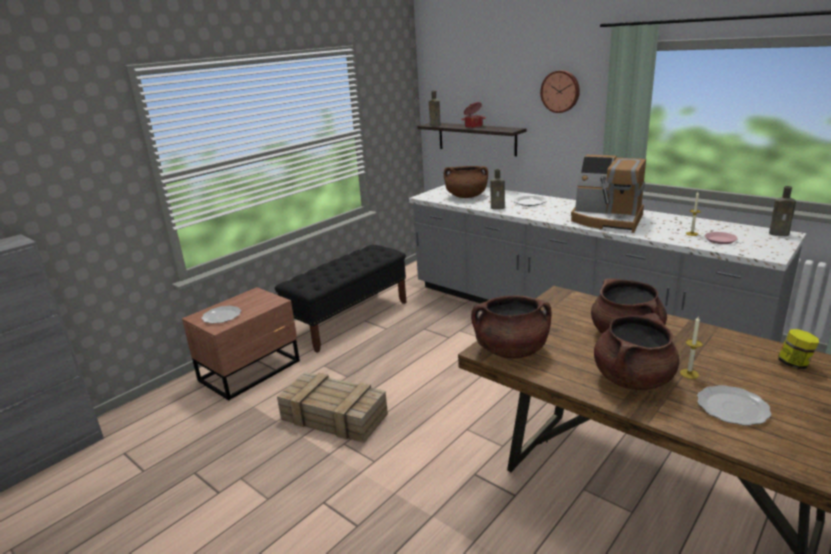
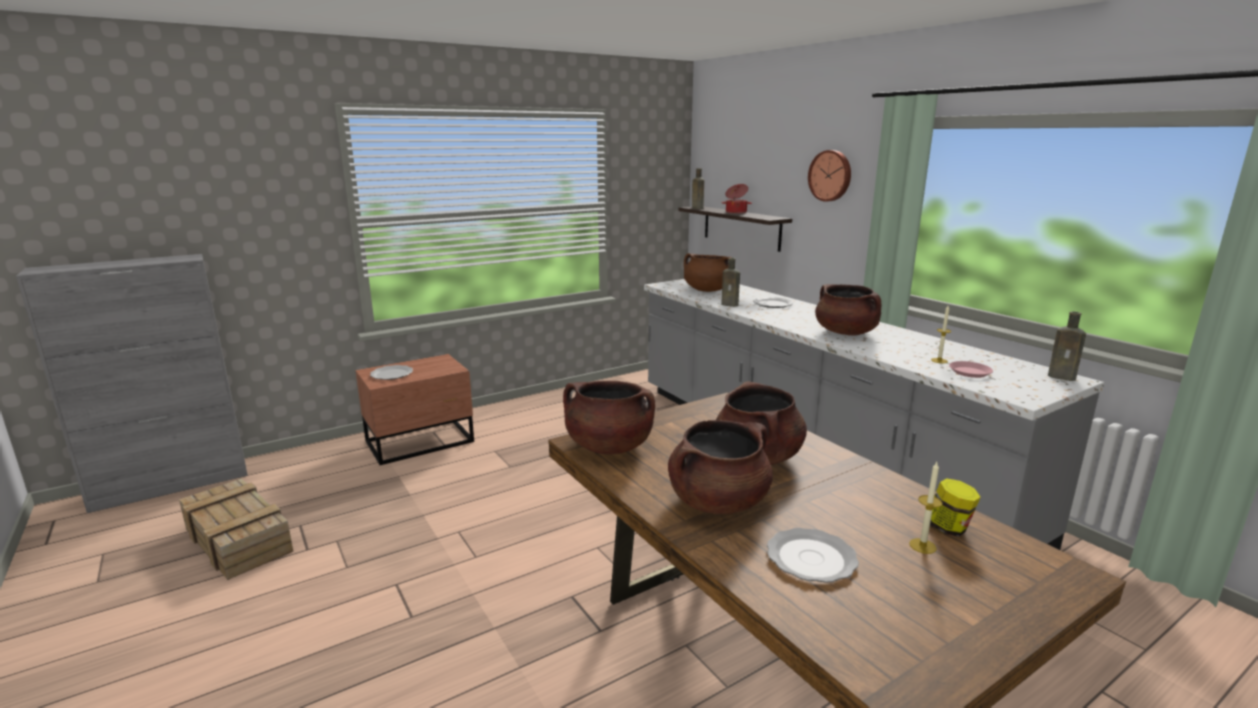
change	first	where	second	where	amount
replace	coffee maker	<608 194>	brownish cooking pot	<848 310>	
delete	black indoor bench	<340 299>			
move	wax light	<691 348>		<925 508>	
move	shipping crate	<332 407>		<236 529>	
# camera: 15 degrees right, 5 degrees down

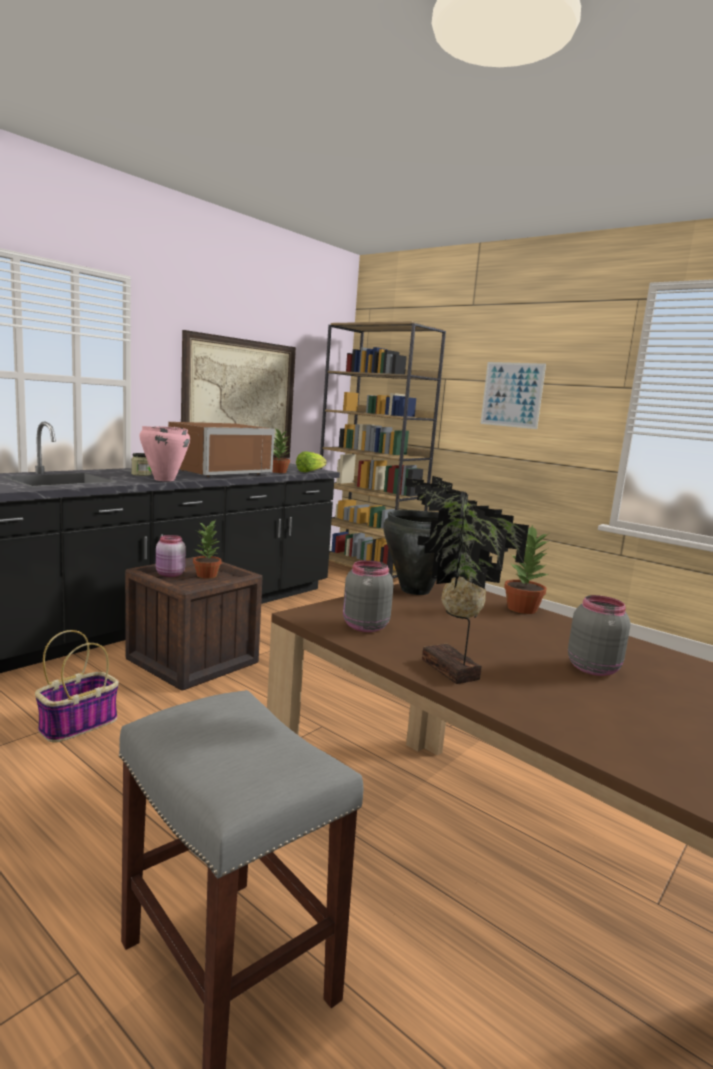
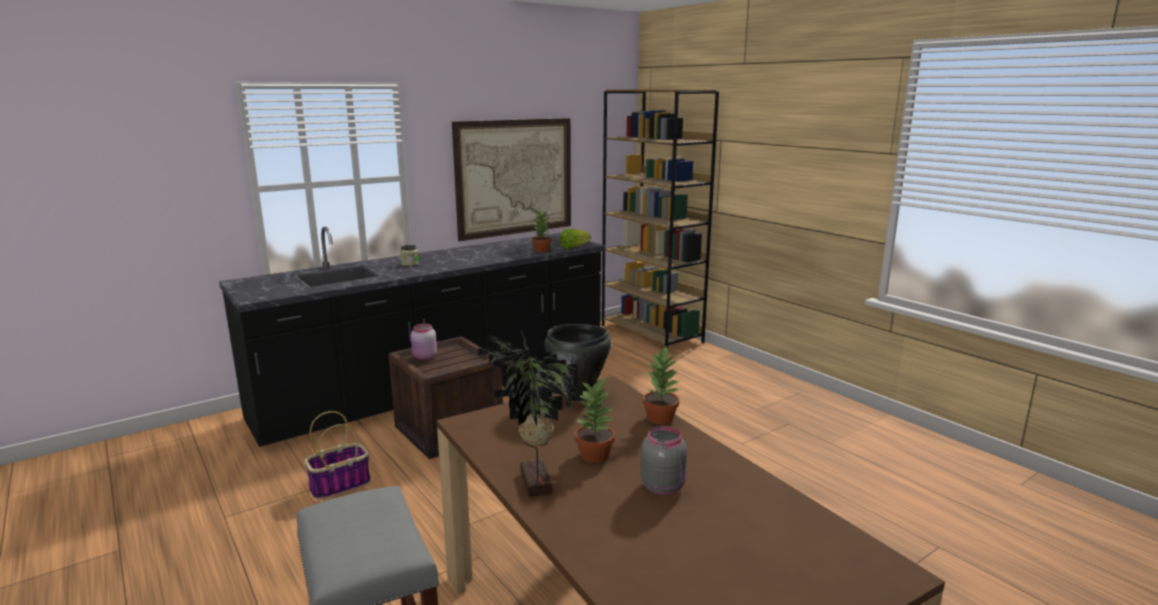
change	first	where	second	where	amount
delete	wall art	<513 395>			
delete	brownish microwave oven	<221 449>			
delete	pink-coloured cooking pot	<165 453>			
move	plant in a pot	<207 549>		<595 419>	
delete	gray preserve jar	<368 596>			
# camera: 15 degrees right, 5 degrees up

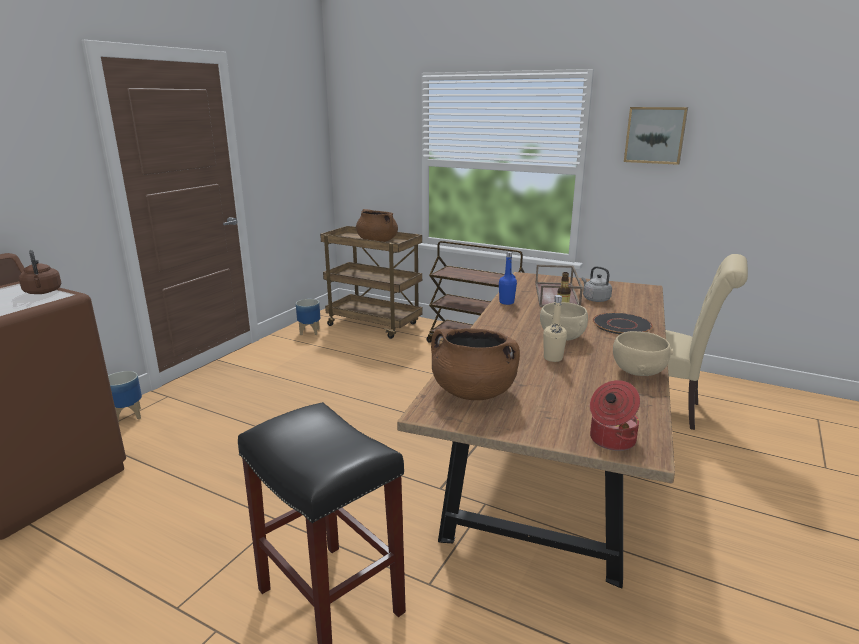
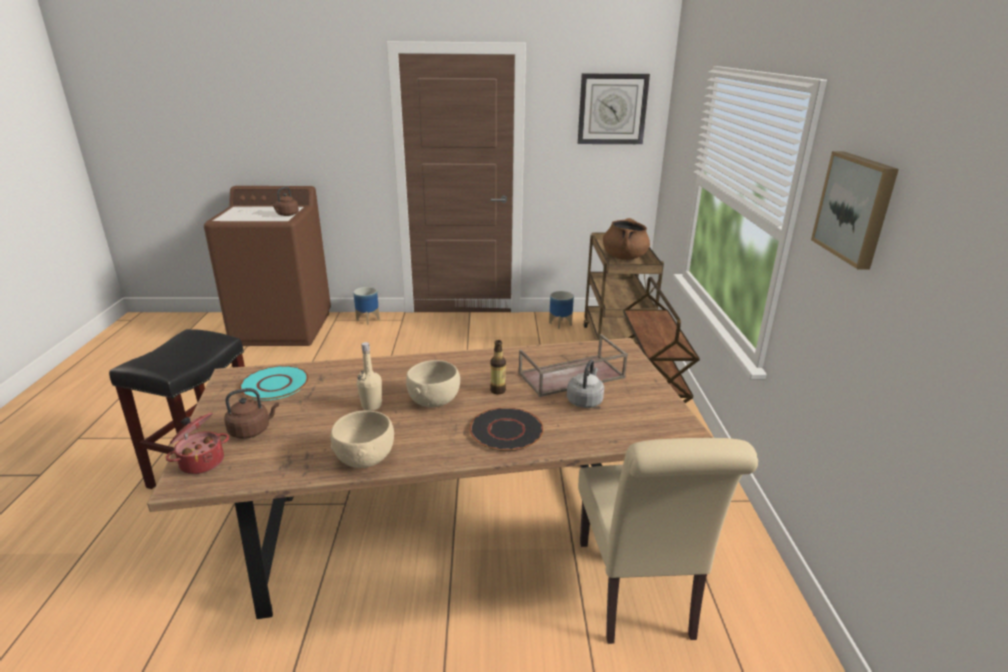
change	first	where	second	where	amount
delete	blue-coloured bottle	<508 278>			
replace	brownish cooking pot	<475 364>	blue-green dinner plate	<274 383>	
insert			wall clock	<614 108>	
insert			brownish kettle	<251 413>	
# camera: 60 degrees right, 5 degrees up

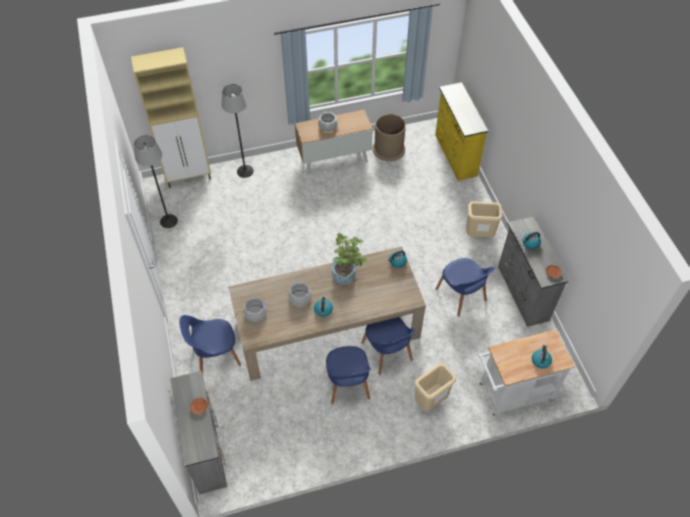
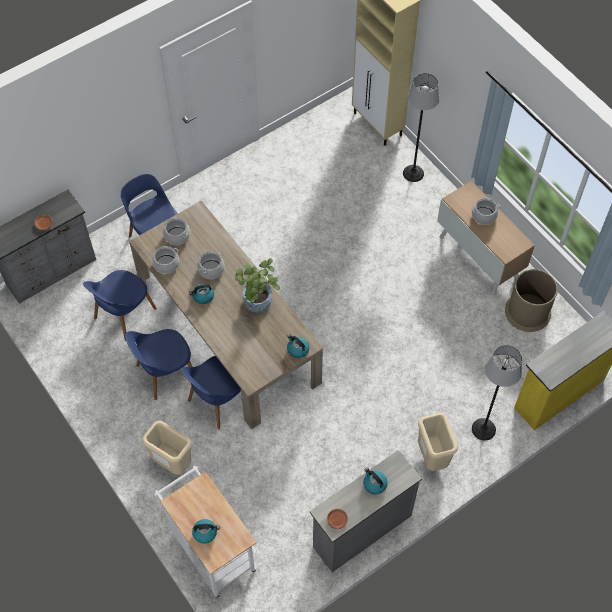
change	first	where	second	where	amount
move	standing lamp	<156 181>		<497 393>	
move	blue-coloured plain chair	<465 287>		<120 305>	
insert			cooking pot	<165 260>	
# camera: 70 degrees right, 5 degrees up

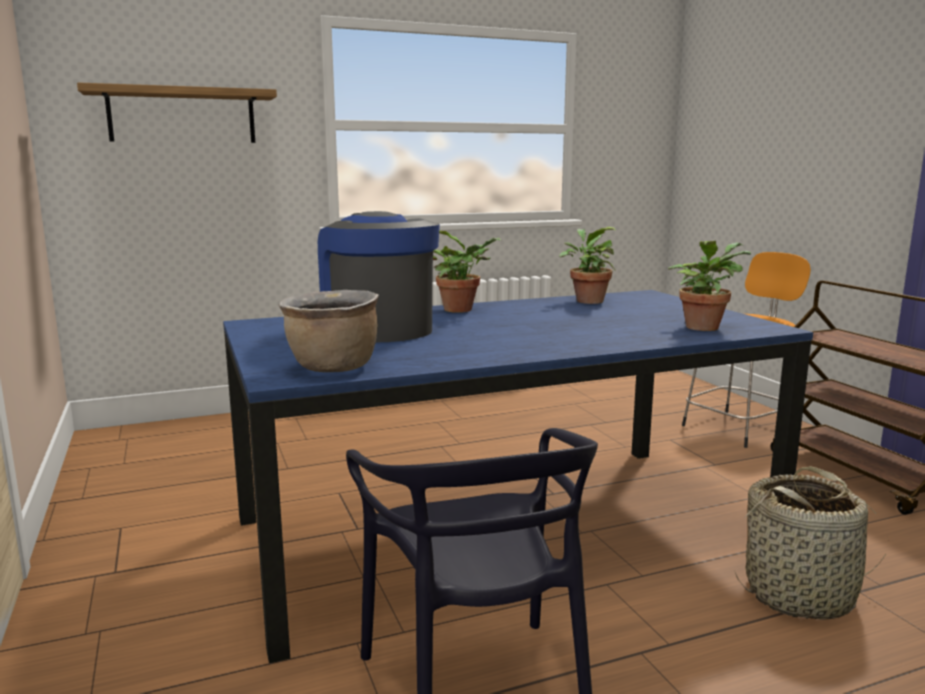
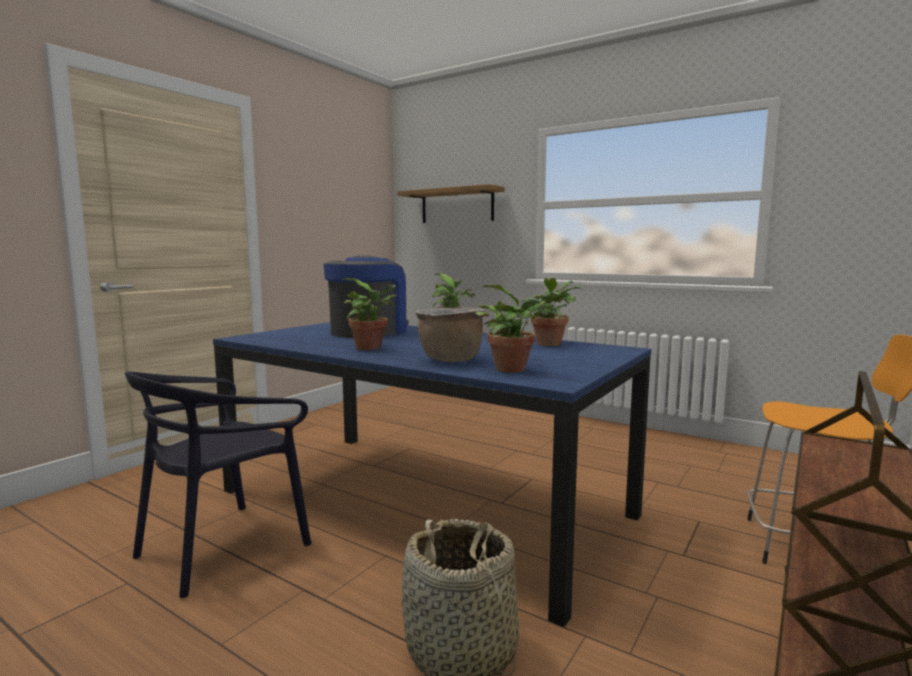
change	first	where	second	where	amount
move	brownish cooking pot	<329 331>		<450 334>	
insert			plant in a pot	<369 314>	
# camera: 55 degrees right, 5 degrees down

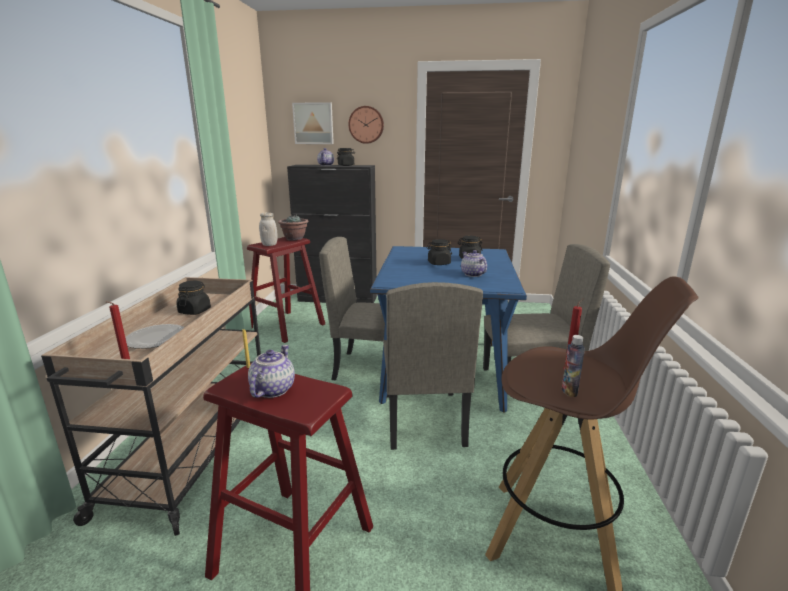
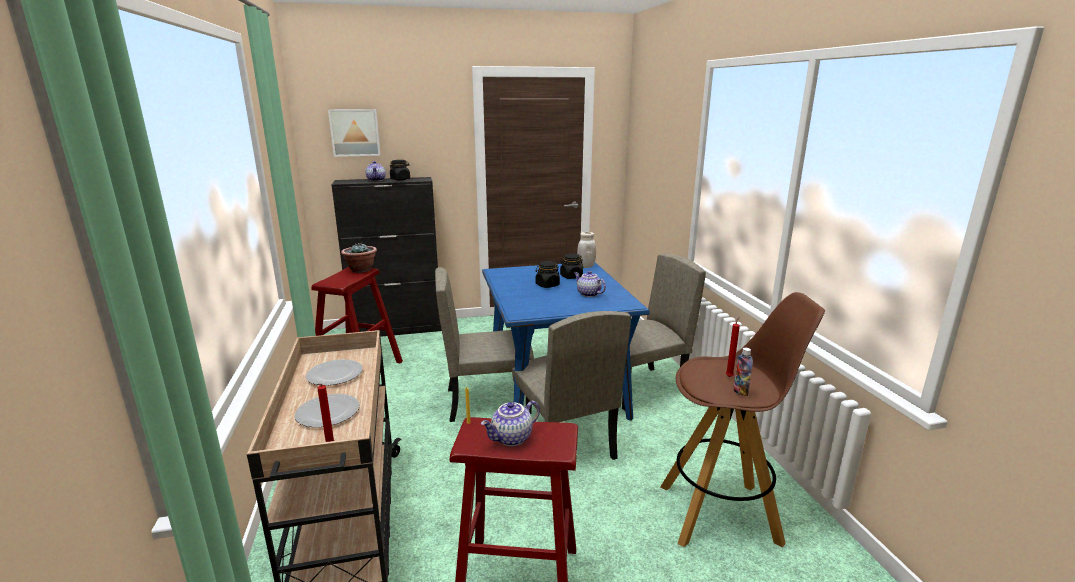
change	first	where	second	where	amount
delete	wall clock	<366 125>			
move	white-coloured preserve jar	<268 229>		<586 250>	
replace	black preserve jar	<193 298>	dinner plate	<334 372>	
rotate	tea pot	<271 371>		<510 423>	120 degrees counterclockwise
# camera: 20 degrees left, 0 degrees up

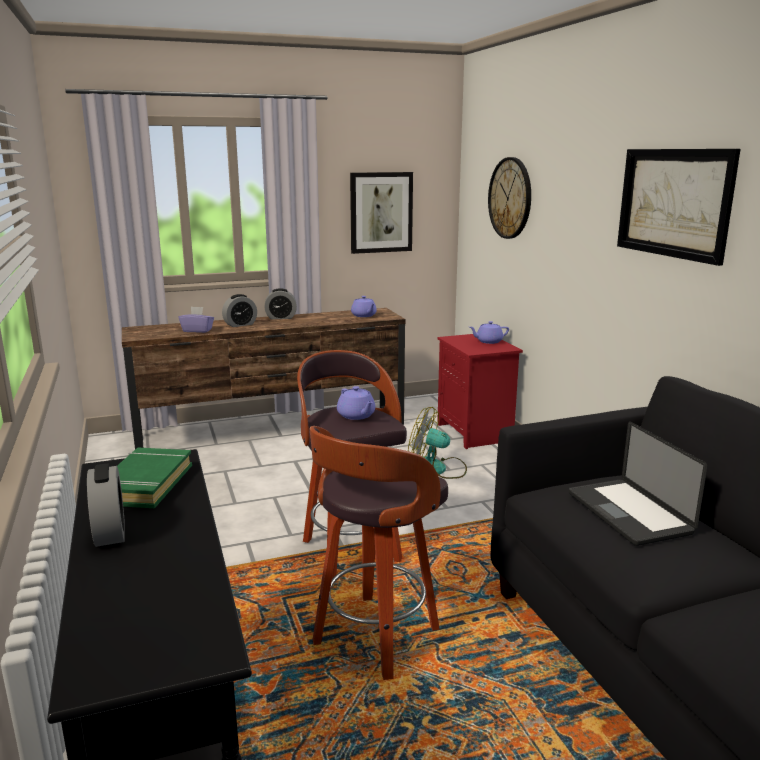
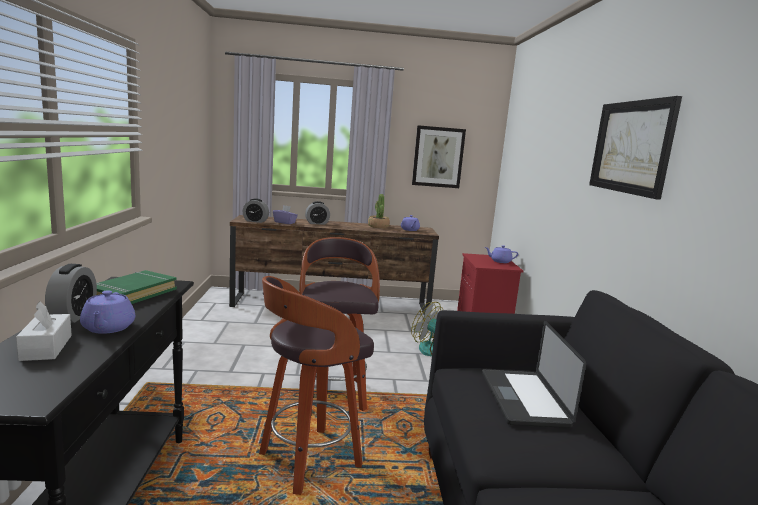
change	first	where	second	where	amount
delete	wall clock	<509 198>			
move	alarm clock	<280 303>		<256 211>	
move	purple tea pot	<356 403>		<107 312>	
insert			plant in a pot	<379 211>	
insert			white-coloured tissue holder	<44 331>	
# camera: 15 degrees right, 5 degrees down

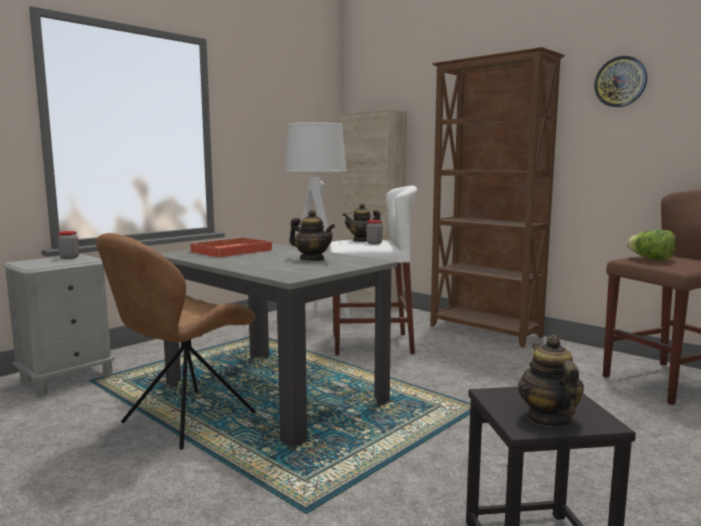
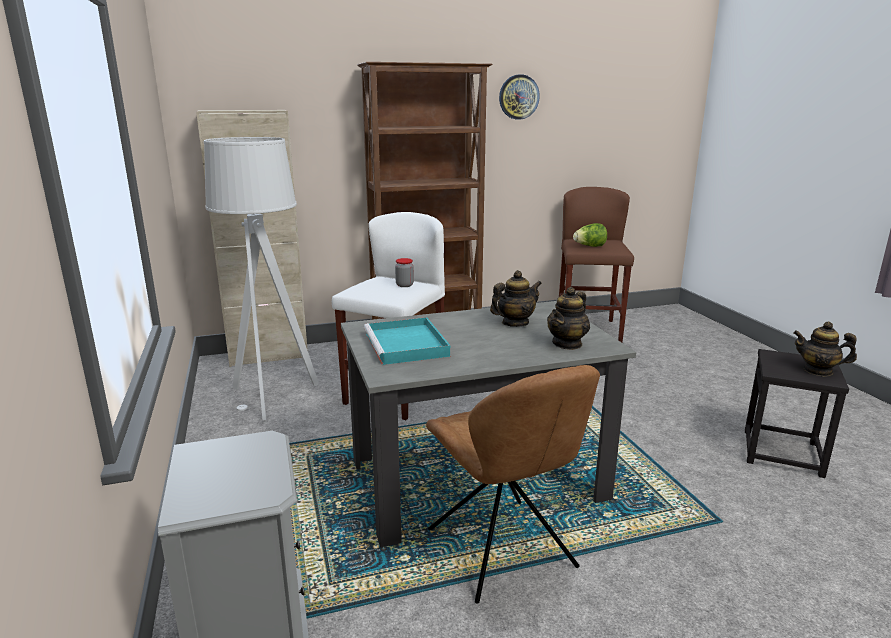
change	first	where	second	where	amount
move	tea pot	<363 222>		<568 318>	
delete	preserve jar	<68 245>			
recolor	red tray	<230 247>	blue-green tray	<407 341>	
# camera: 60 degrees left, 10 degrees up

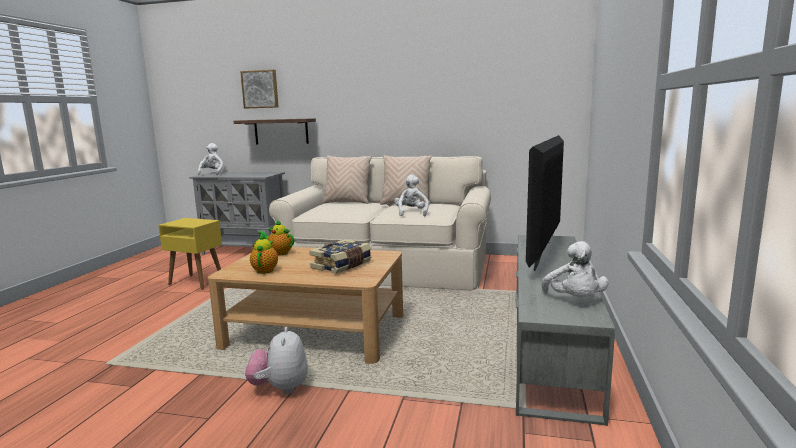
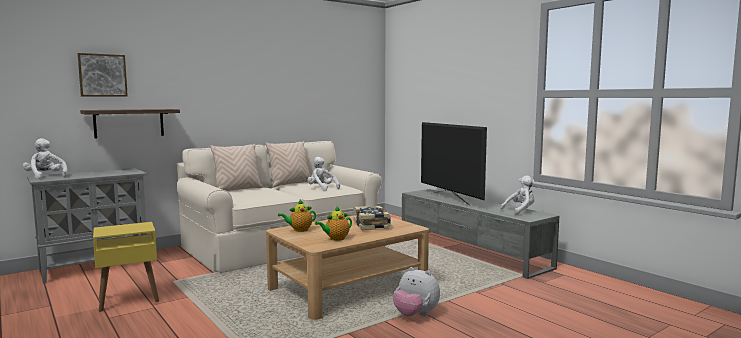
change	first	where	second	where	amount
rotate	tea pot	<264 254>		<333 223>	75 degrees counterclockwise
rotate	white-coloured plush toy	<575 269>		<518 195>	60 degrees counterclockwise
# camera: 50 degrees left, 5 degrees down

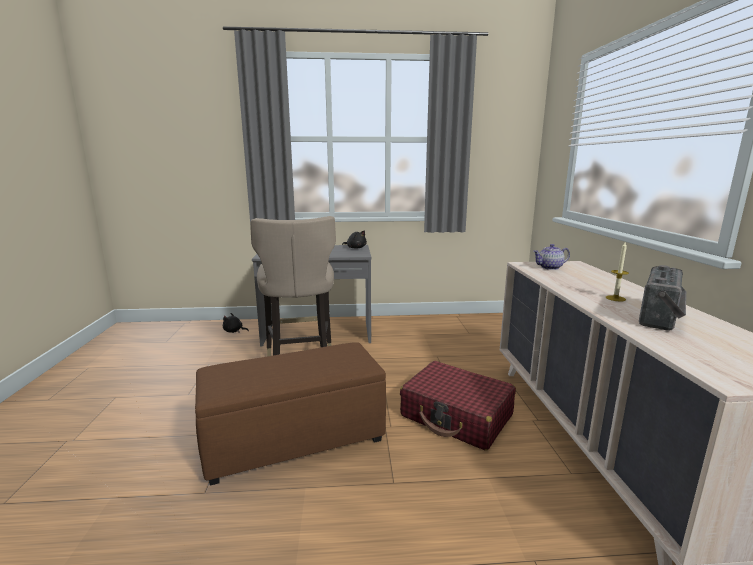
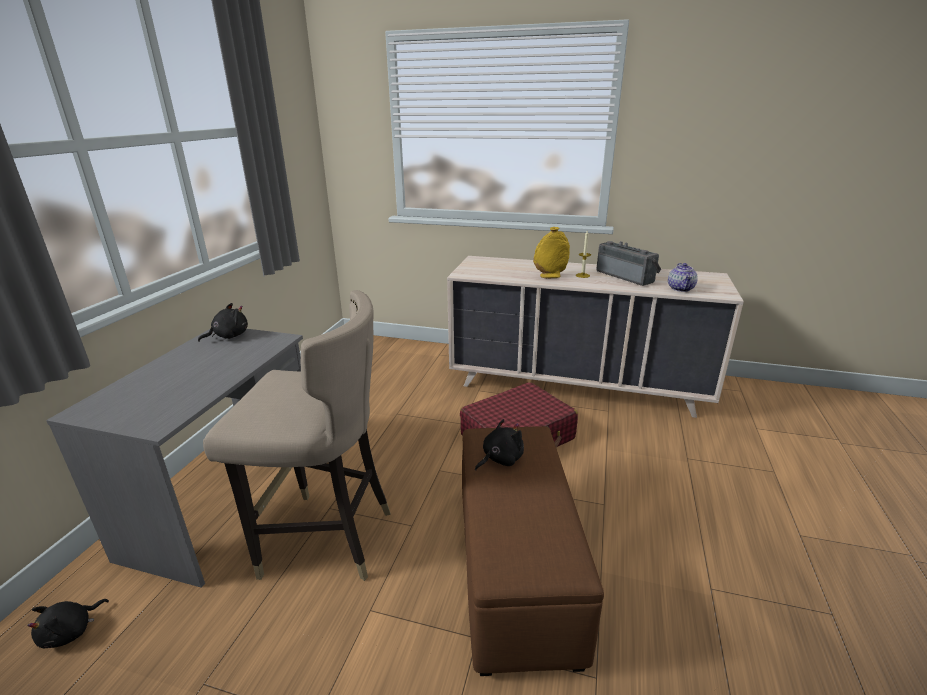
change	first	where	second	where	amount
move	tea pot	<551 257>		<683 277>	
insert			yellow vase	<551 252>	
insert			black plush toy	<499 445>	
# camera: 70 degrees left, 10 degrees up

